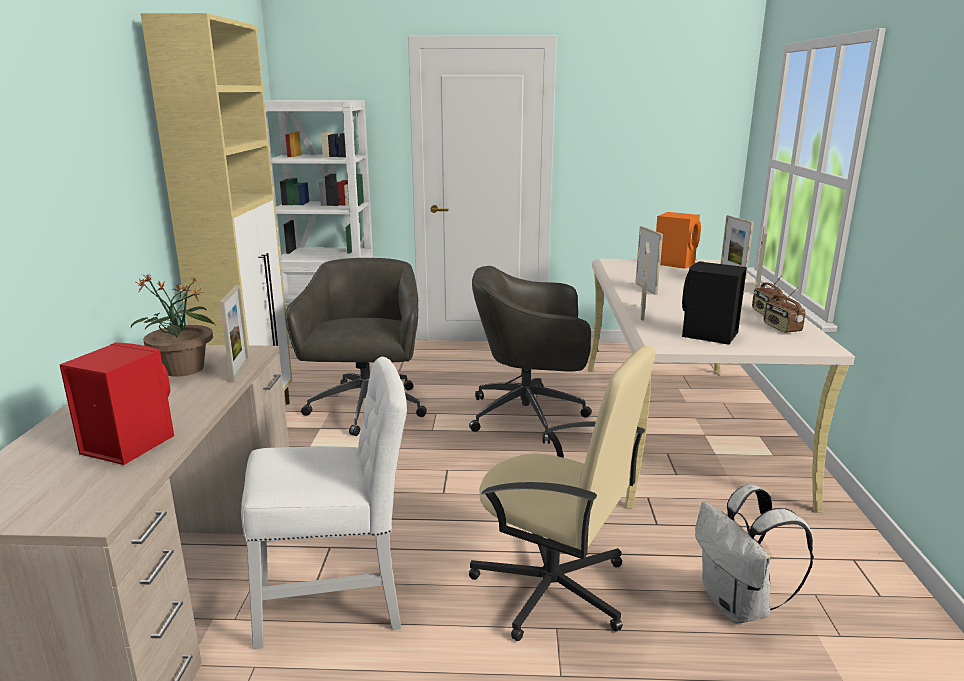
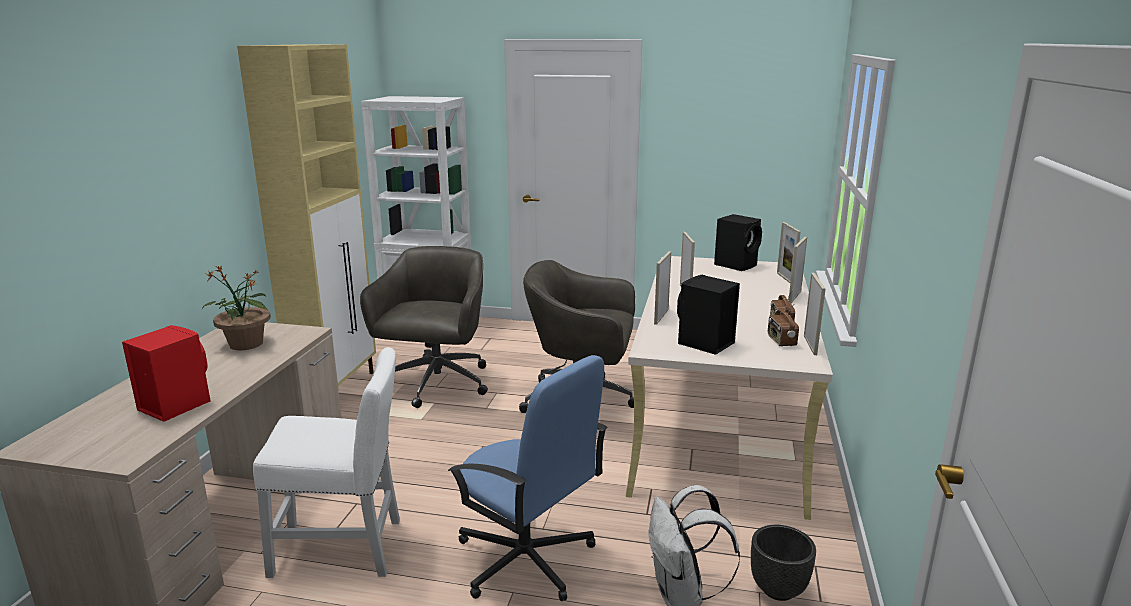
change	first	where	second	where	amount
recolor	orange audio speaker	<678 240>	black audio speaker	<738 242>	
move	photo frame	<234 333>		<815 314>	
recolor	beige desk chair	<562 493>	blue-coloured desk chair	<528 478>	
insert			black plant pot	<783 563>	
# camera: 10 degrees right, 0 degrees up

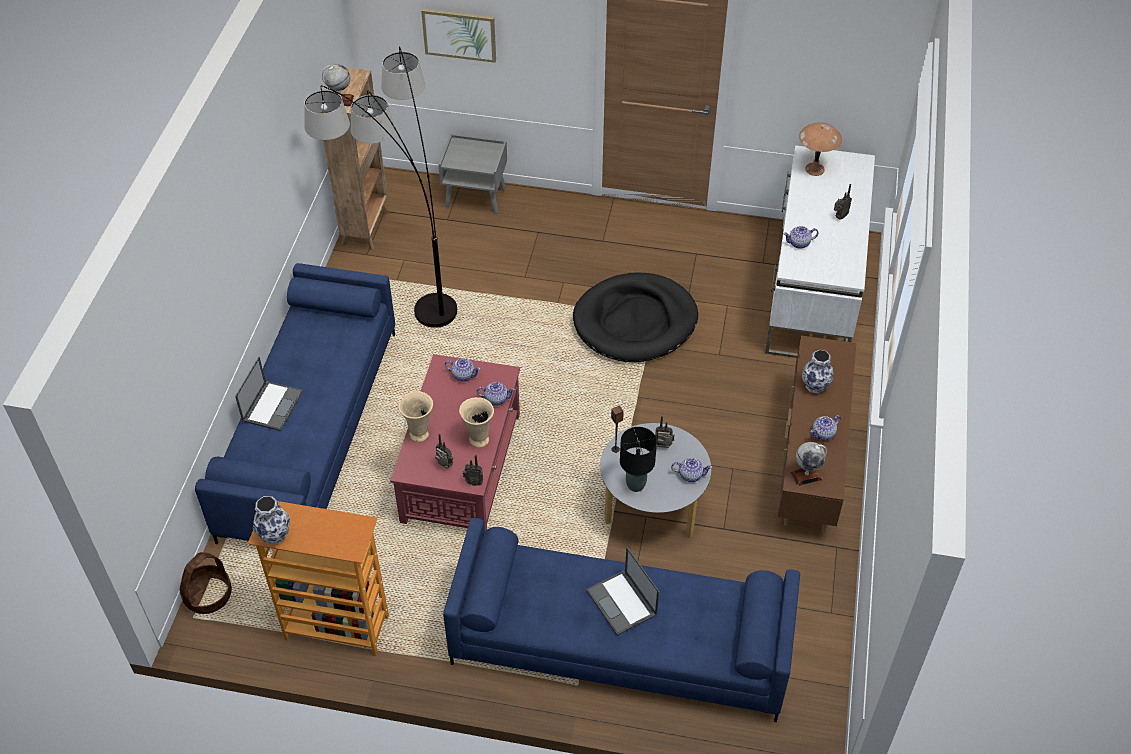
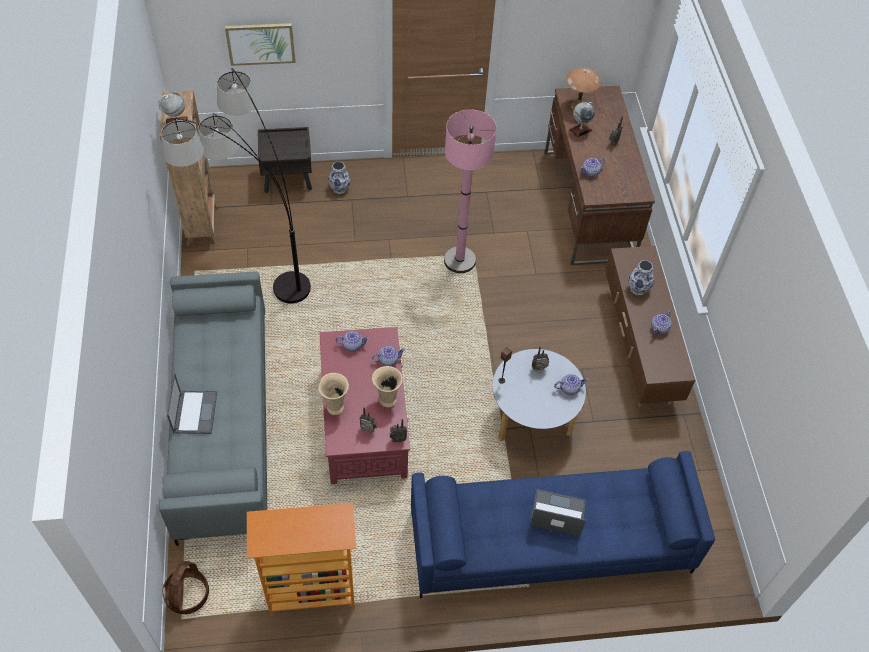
change	first	where	second	where	amount
recolor	gray bedside table	<472 174>	brownish bedside table	<285 160>	
recolor	white-coloured desk table	<820 251>	brownish desk table	<600 175>	
recolor	blue-coloured settee	<295 403>	gray settee	<213 408>	
replace	black dog cushion	<635 317>	pink-coloured standing lamp	<470 191>	
delete	black tabletop lamp	<638 459>			
move	world globe	<809 464>		<582 120>	
move	vase	<271 520>		<339 177>	
rotate	notebook computer	<622 591>		<558 512>	150 degrees clockwise
# camera: 20 degrees left, 5 degrees up

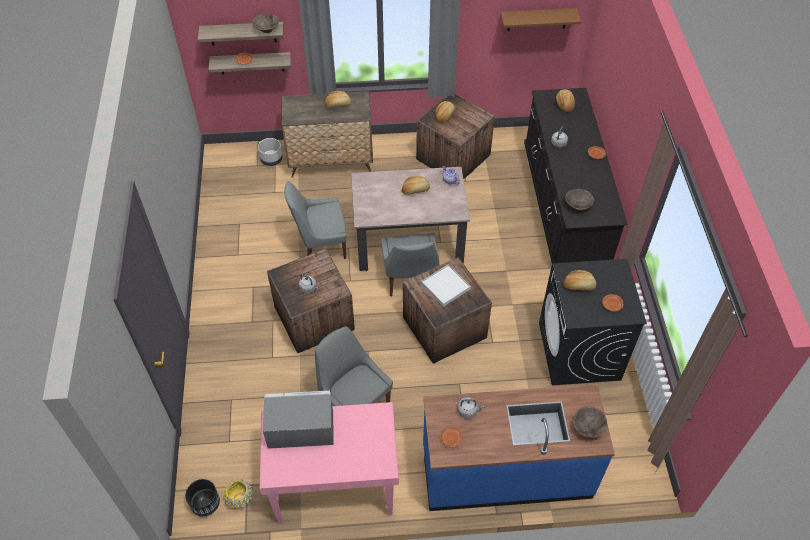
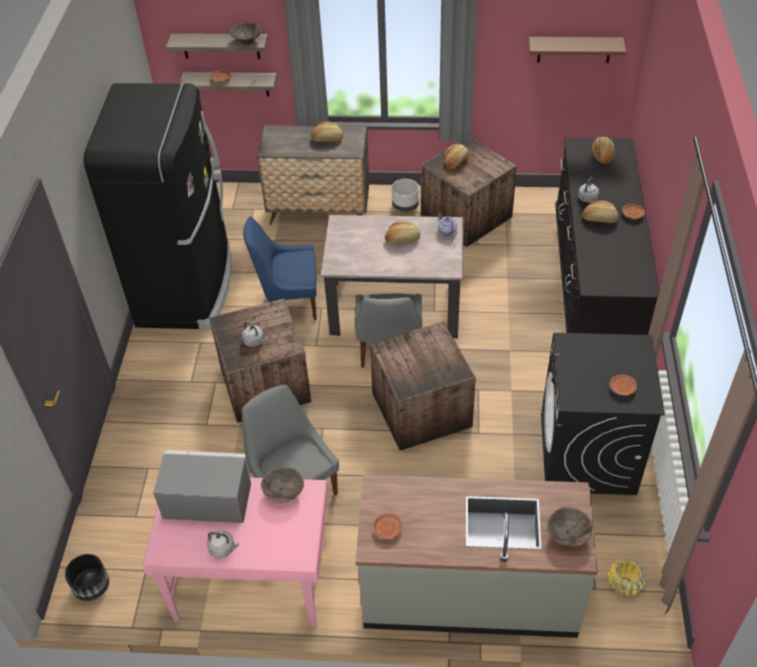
change	first	where	second	where	amount
move	gray plant pot	<270 152>		<405 195>	
recolor	gray plain chair	<315 220>	blue-coloured plain chair	<280 268>	
move	brownish deep dish	<579 199>		<282 484>	
delete	white-coloured tray	<446 285>			
move	baked bread	<580 280>		<600 211>	
recolor	blue-coloured counter	<519 447>	gray counter	<477 556>	
move	gray kettle	<470 408>		<223 544>	
move	yellow plant pot	<238 494>		<627 577>	
insert			black kitchen fridge	<158 206>	
# camera: 10 degrees right, 5 degrees down

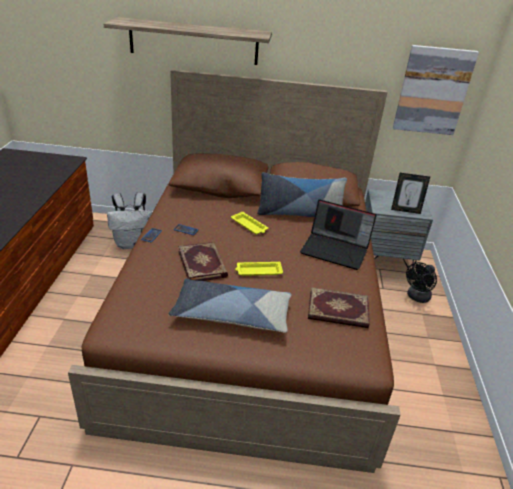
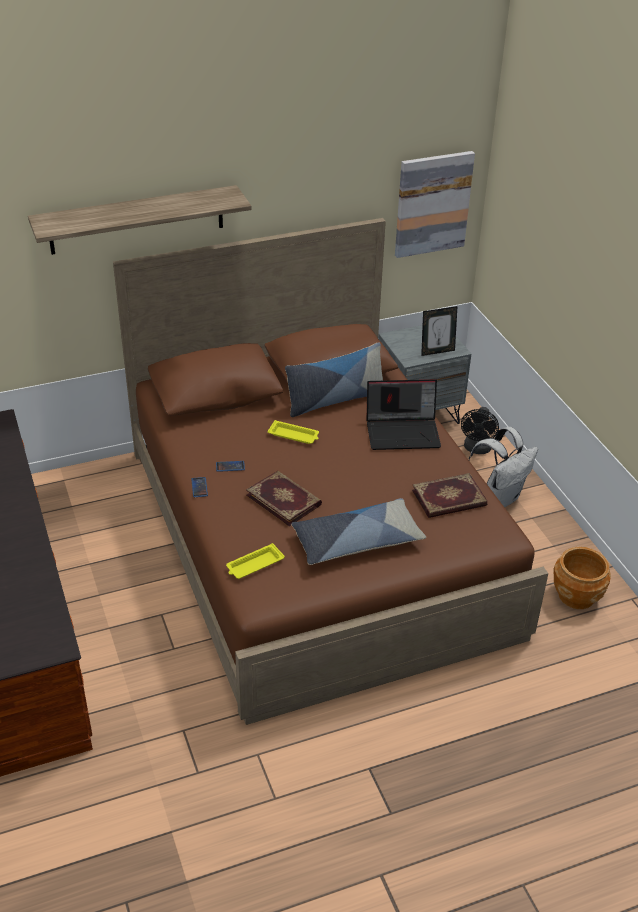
change	first	where	second	where	amount
move	white-coloured backpack	<129 220>		<503 467>	
move	yellow tray	<259 268>		<255 561>	
insert			brownish plant pot	<582 578>	
# camera: 25 degrees left, 5 degrees up

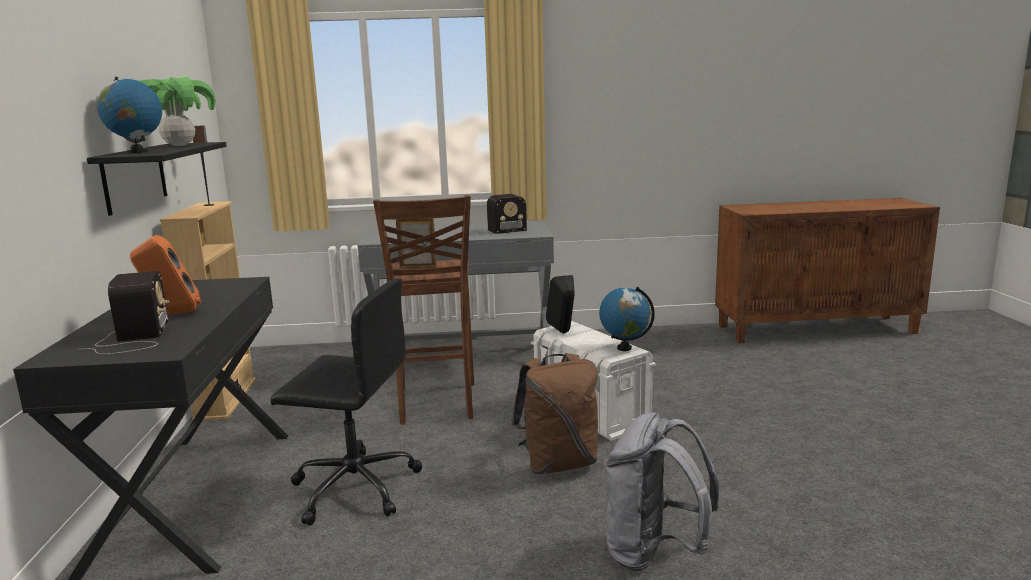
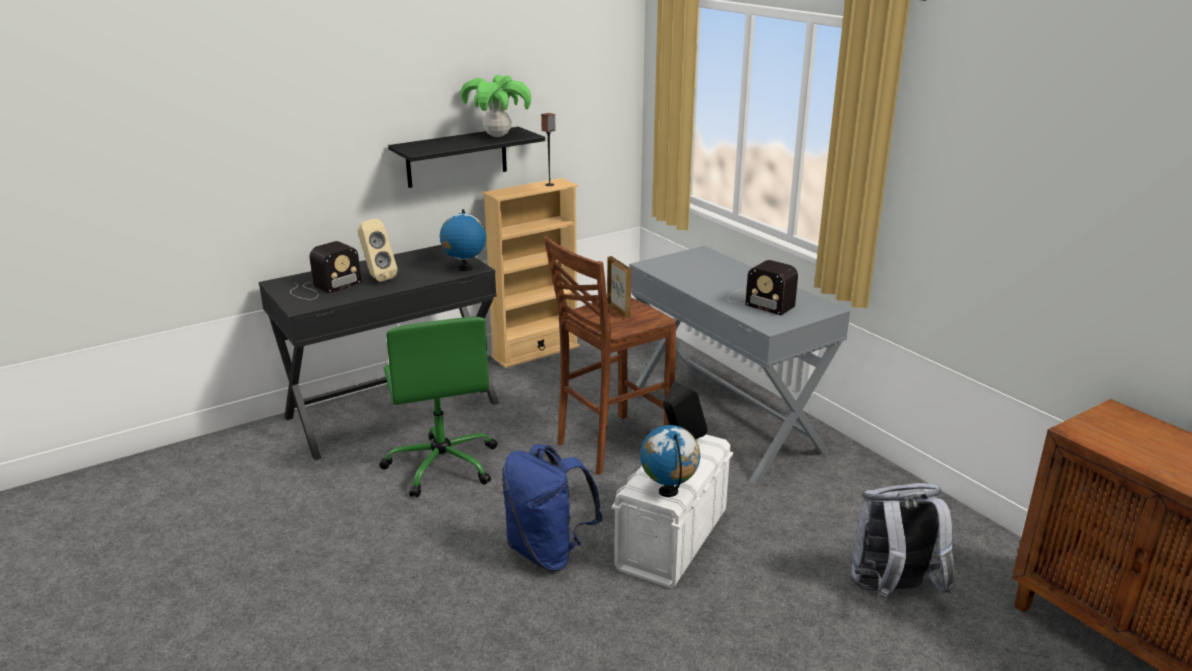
change	first	where	second	where	amount
move	world globe	<129 115>		<463 240>	
recolor	orange audio speaker	<165 275>	beige audio speaker	<377 250>	
recolor	black desk chair	<346 402>	green-coloured desk chair	<438 407>	
recolor	brownish backpack	<554 413>	blue-coloured backpack	<552 507>	
move	gray backpack	<661 491>		<903 541>	
# camera: 60 degrees right, 10 degrees up

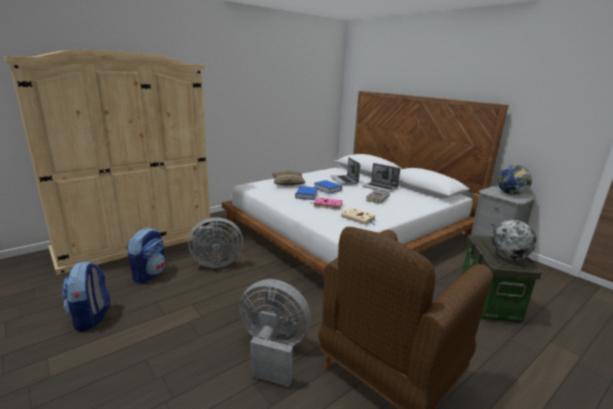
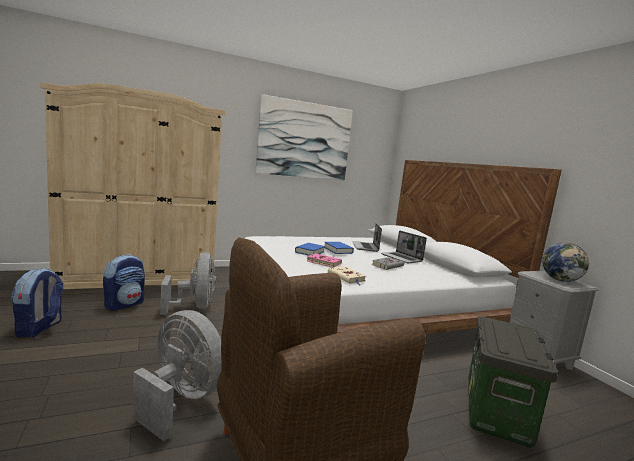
change	first	where	second	where	amount
delete	cushion	<288 178>			
rotate	gray fan	<215 242>		<188 283>	105 degrees counterclockwise
delete	world globe	<514 240>			
insert			wall art	<304 137>	
# camera: 15 degrees right, 10 degrees down

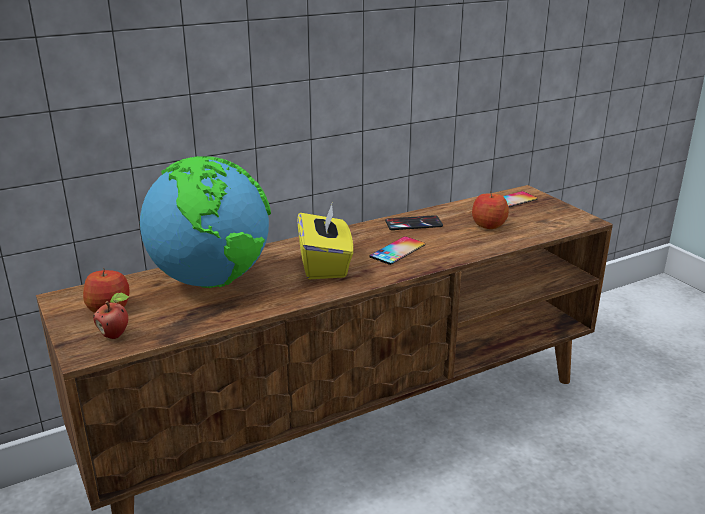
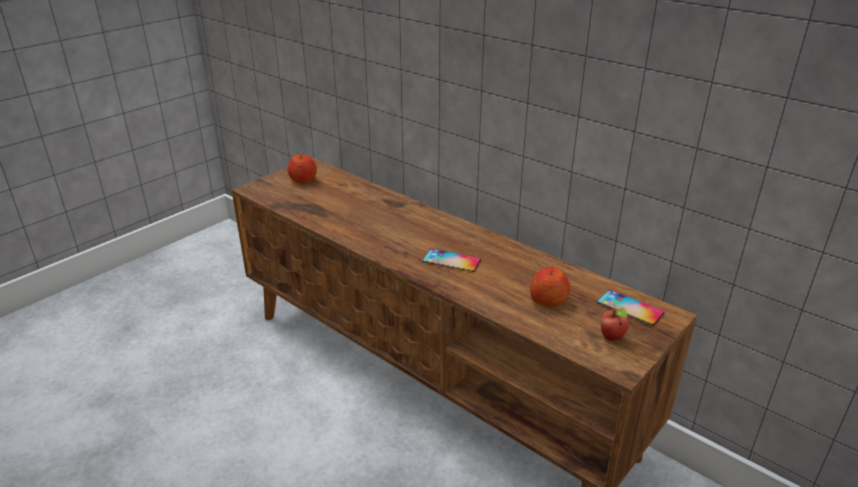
change	first	where	second	where	amount
delete	world globe	<205 222>			
delete	yellow tissue holder	<325 241>			
delete	telephone	<414 222>			
move	whole apple	<111 316>		<615 324>	
# camera: 70 degrees right, 5 degrees up

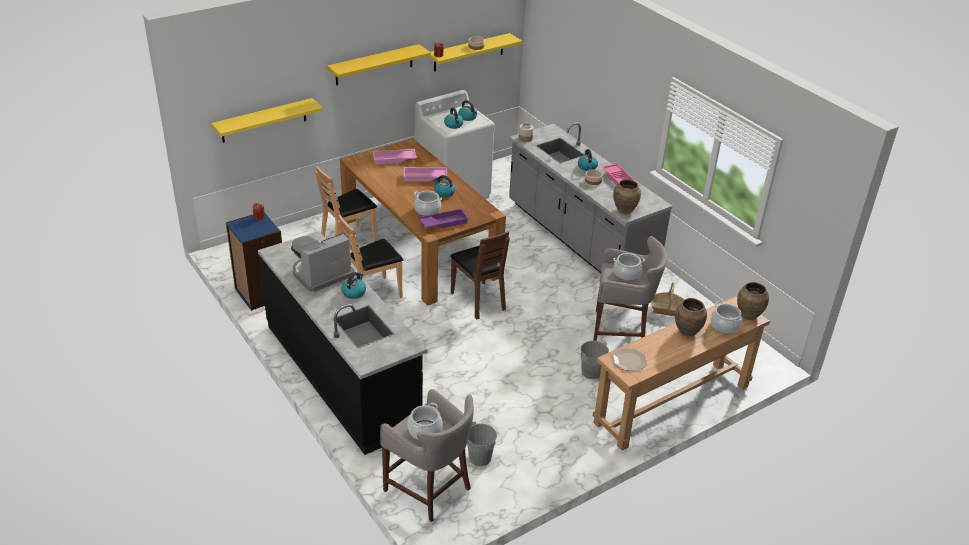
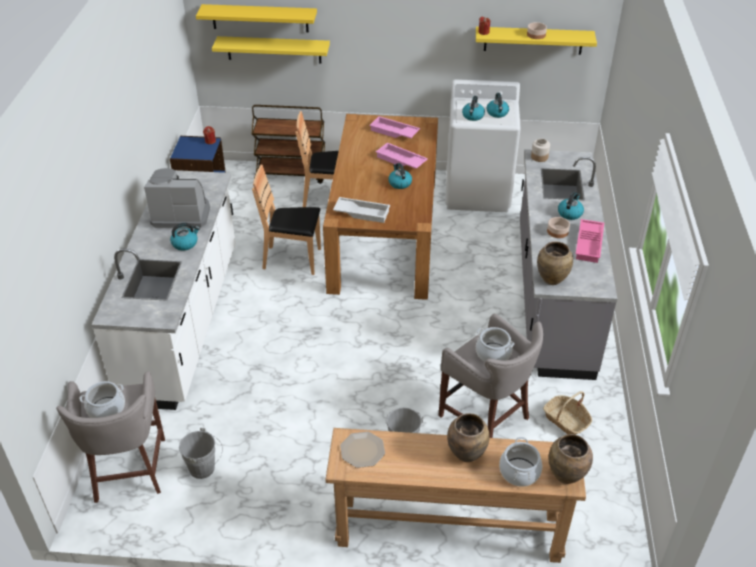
change	first	where	second	where	amount
move	yellow wall shelf	<379 64>		<256 18>	
delete	cooking pot	<428 203>			
recolor	purple tray	<443 218>	white-coloured tray	<361 210>	
recolor	black counter	<342 343>	white-coloured counter	<163 290>	
delete	brownish plain chair	<480 275>			
insert			brownish cart	<288 144>	
# camera: 40 degrees right, 5 degrees up

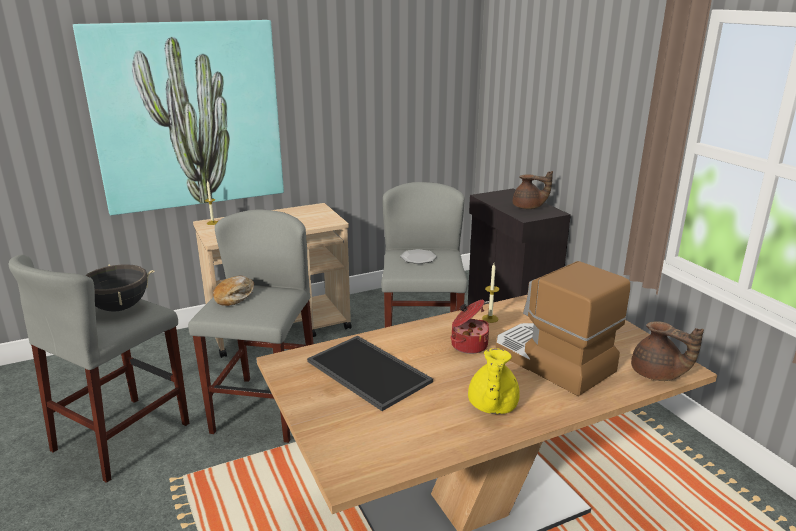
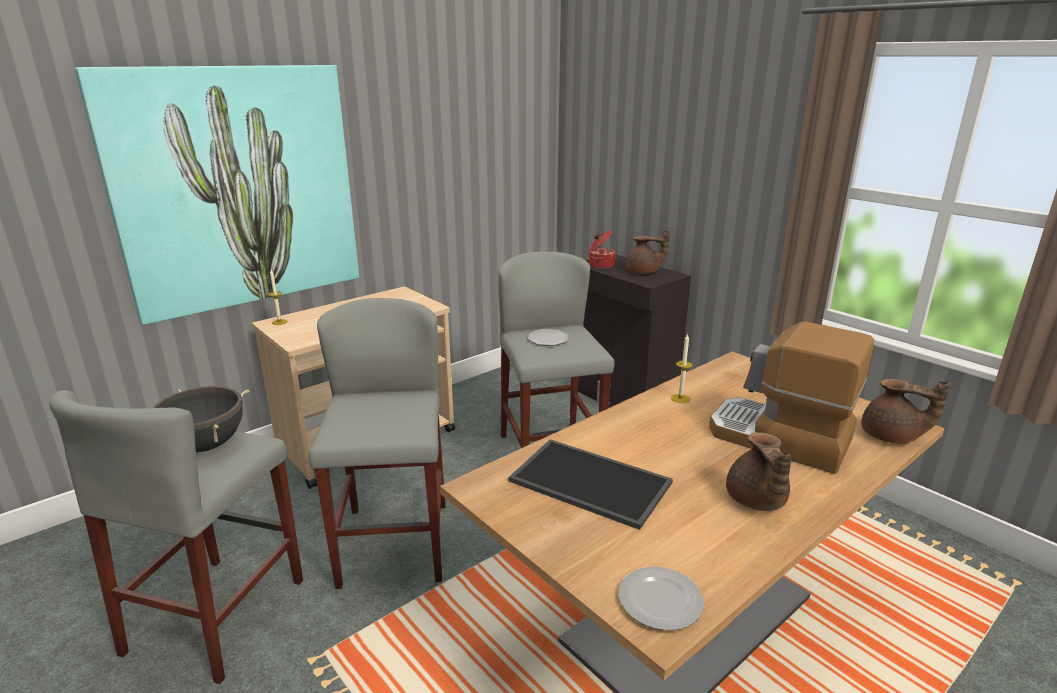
change	first	where	second	where	amount
delete	baked bread	<233 290>			
move	cooking pot	<469 327>		<602 249>	
recolor	yellow tea pot	<494 381>	brownish tea pot	<758 471>	
insert			dinner plate	<661 598>	
# camera: 15 degrees left, 0 degrees up

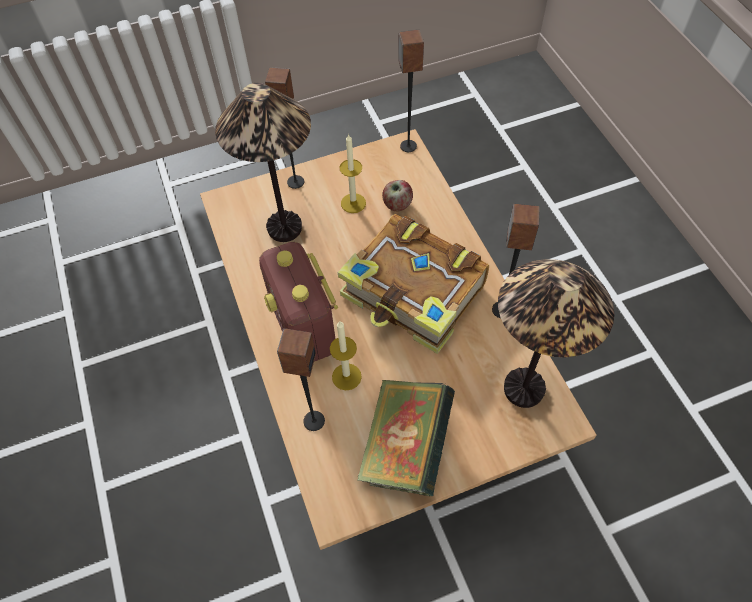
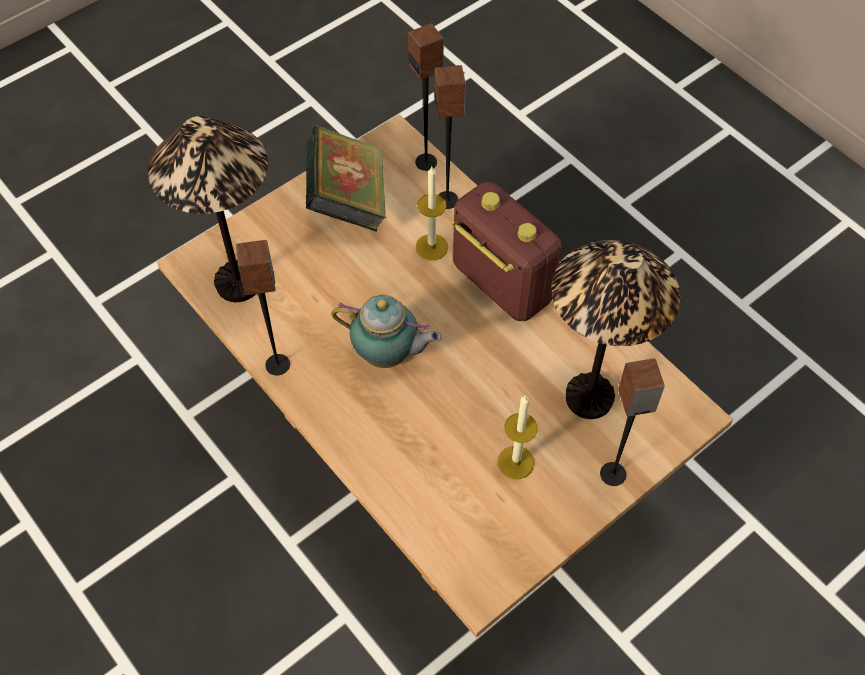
change	first	where	second	where	amount
move	audio speaker	<411 90>		<426 97>	
delete	whole apple	<397 195>			
replace	bound book	<413 284>	tea pot	<386 331>	
# camera: 160 degrees right, 0 degrees up

